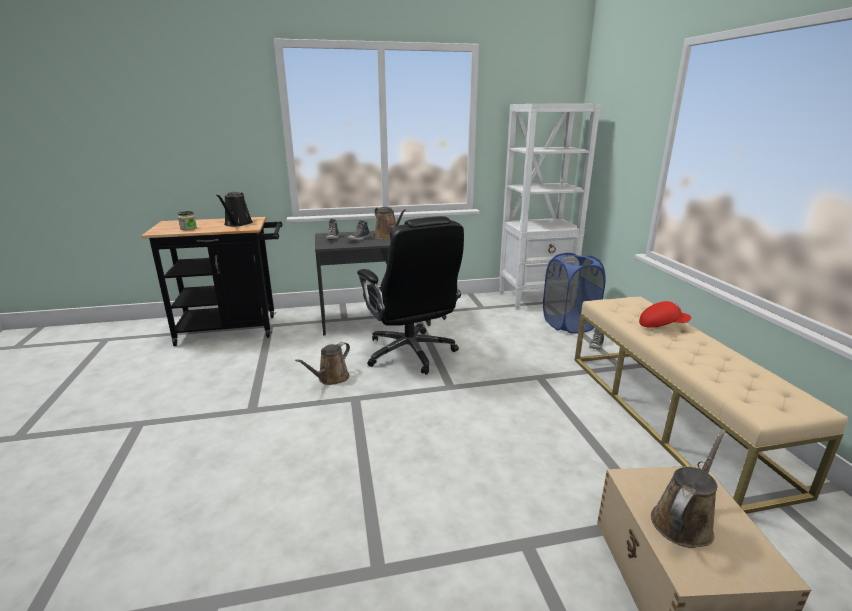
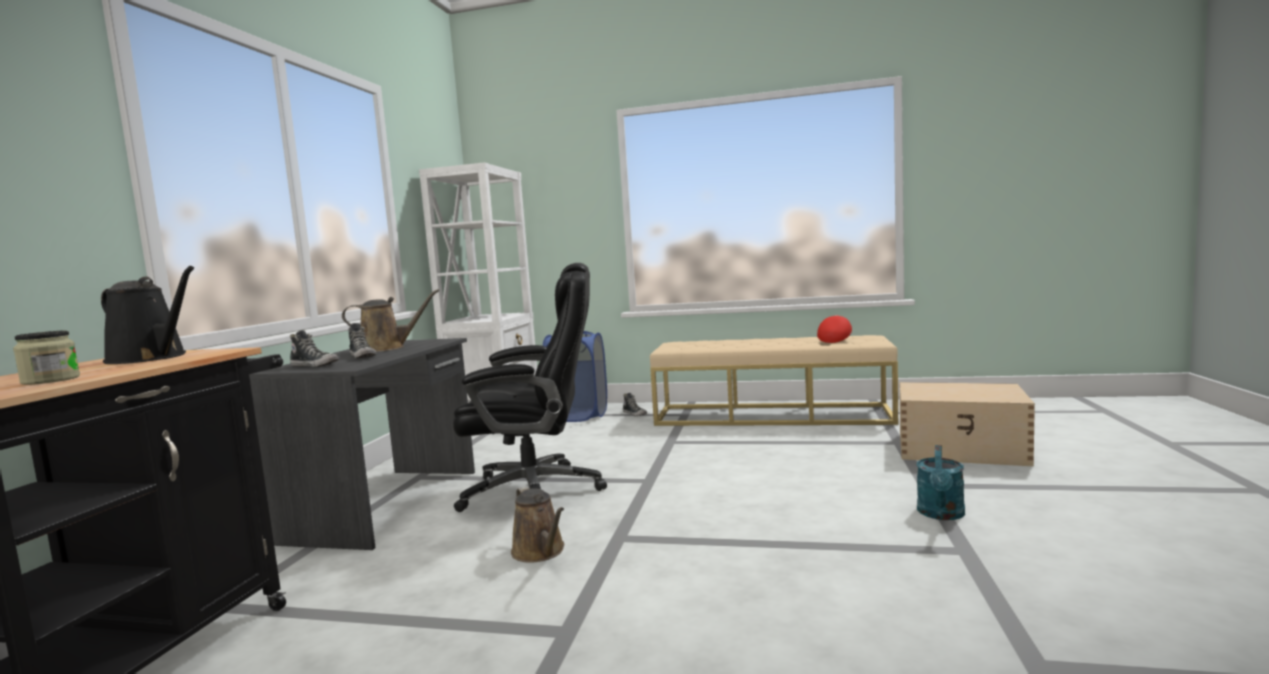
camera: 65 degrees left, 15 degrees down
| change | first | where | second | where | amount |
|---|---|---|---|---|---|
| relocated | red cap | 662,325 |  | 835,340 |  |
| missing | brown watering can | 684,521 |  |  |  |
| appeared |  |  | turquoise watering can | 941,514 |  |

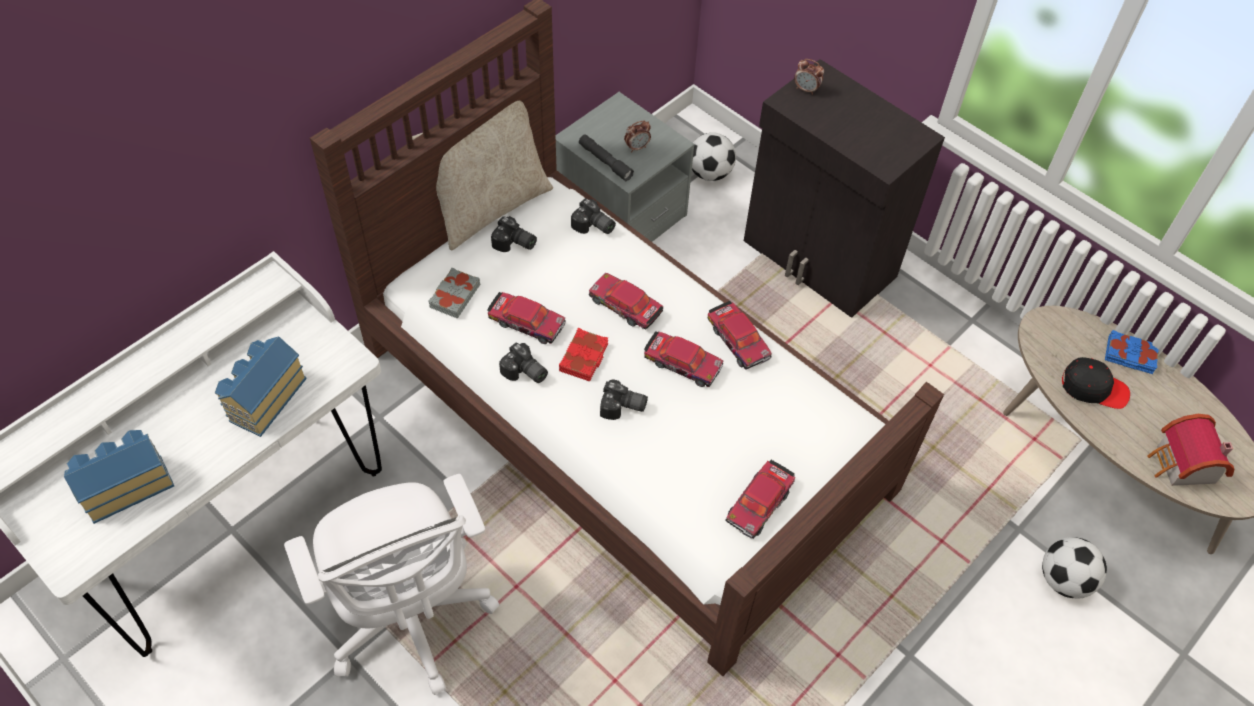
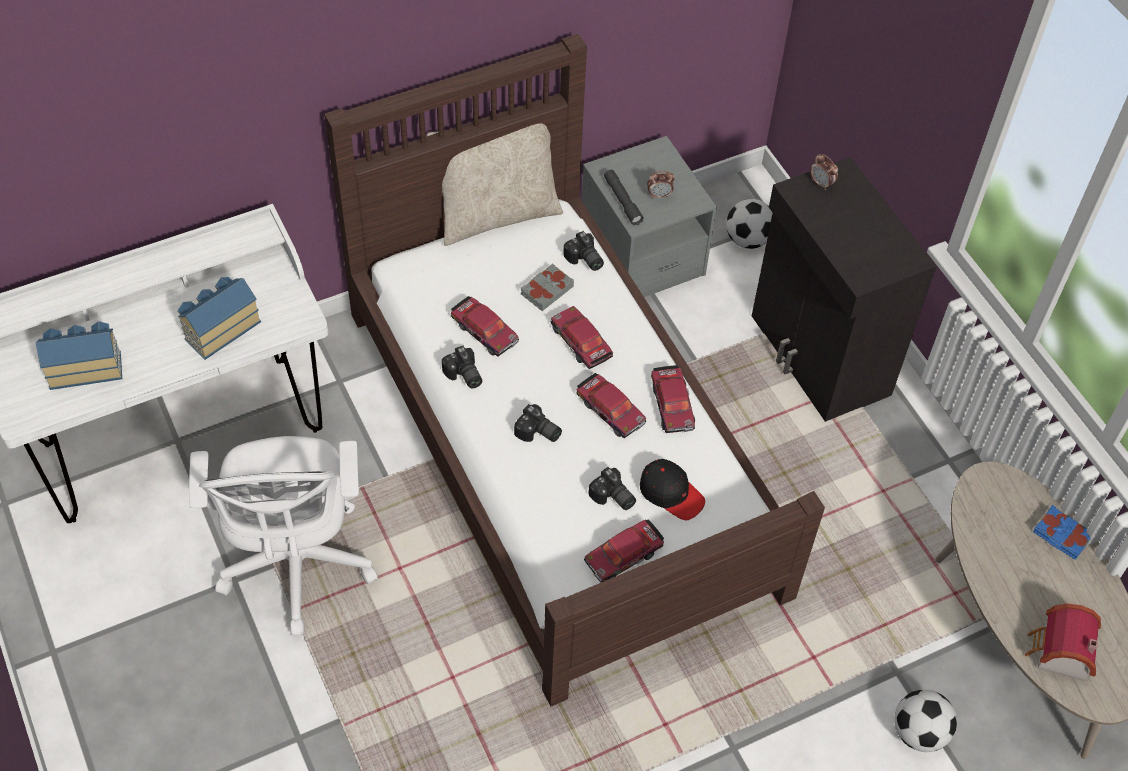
camera: 20 degrees right, 0 degrees up
| change | first | where | second | where | amount |
|---|---|---|---|---|---|
| relocated | grey book | 454,296 |  | 546,290 |  |
| relocated | photo camera | 514,244 |  | 612,498 |  |
| missing | red book | 584,358 |  |  |  |
| relocated | black cap | 1093,388 |  | 671,493 |  |

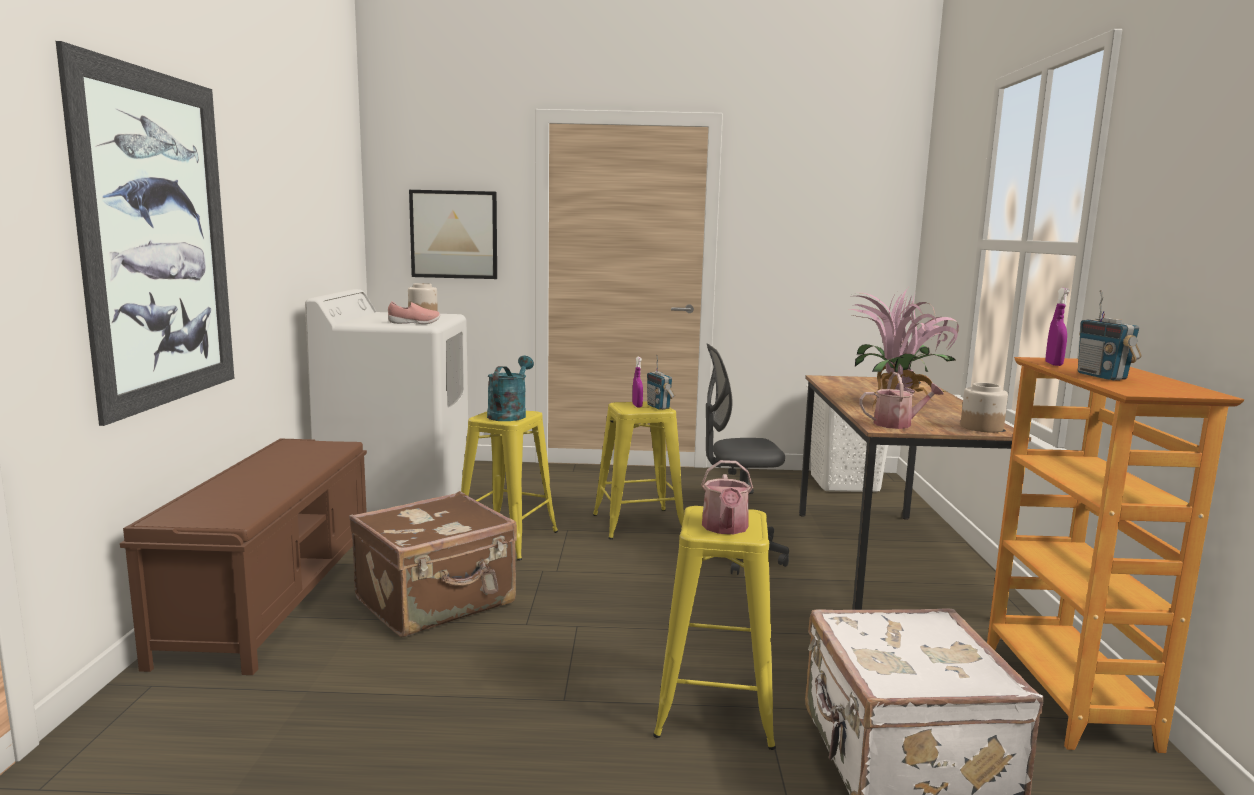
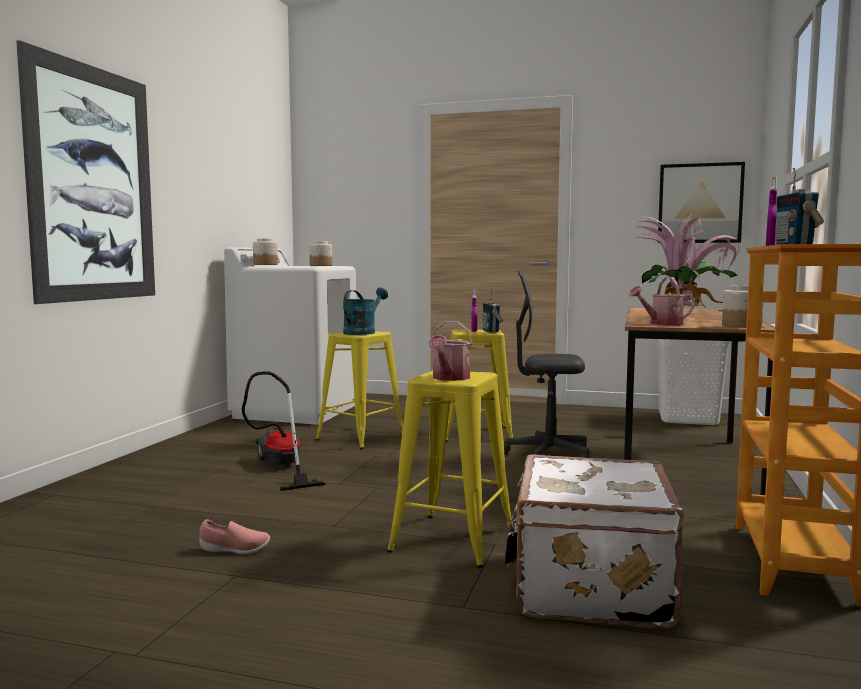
camera: 15 degrees right, 5 degrees down
| change | first | where | second | where | amount |
|---|---|---|---|---|---|
| missing | brown bench | 273,596 |  |  |  |
| exchanged | brown suitcase | 437,602 | vacuum cleaner | 280,467 |  |
| relocated | pink shoe | 414,323 |  | 234,550 |  |
| relocated | picture | 454,234 |  | 700,203 |  |
| spun | watering can | 898,424 |  | 662,324 | 150 degrees clockwise |
| appeared |  |  | jar | 265,265 |  |

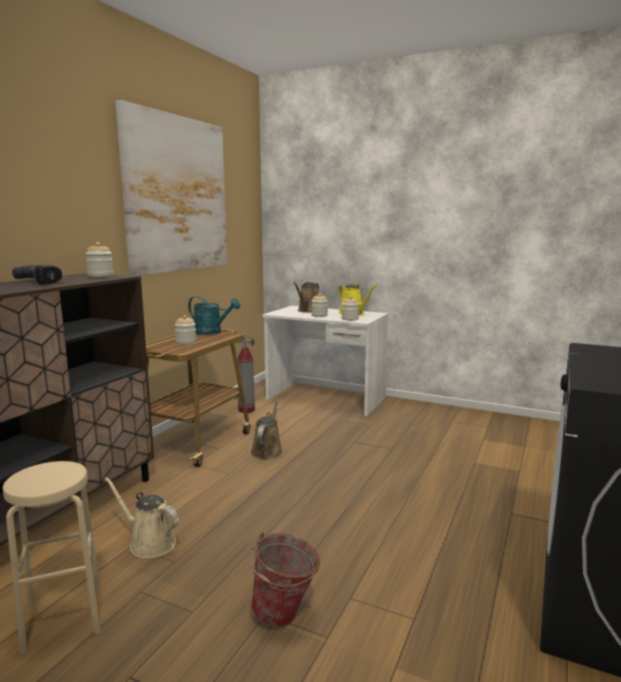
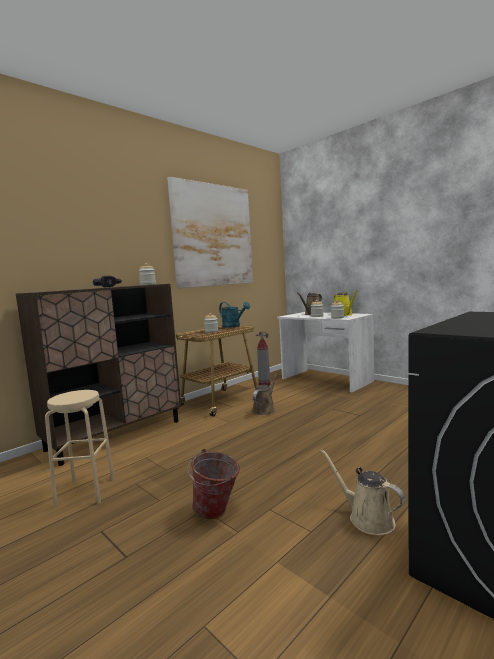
camera: 20 degrees right, 5 degrees down
| change | first | where | second | where | amount |
|---|---|---|---|---|---|
| relocated | beige watering can | 149,543 |  | 367,518 |  |

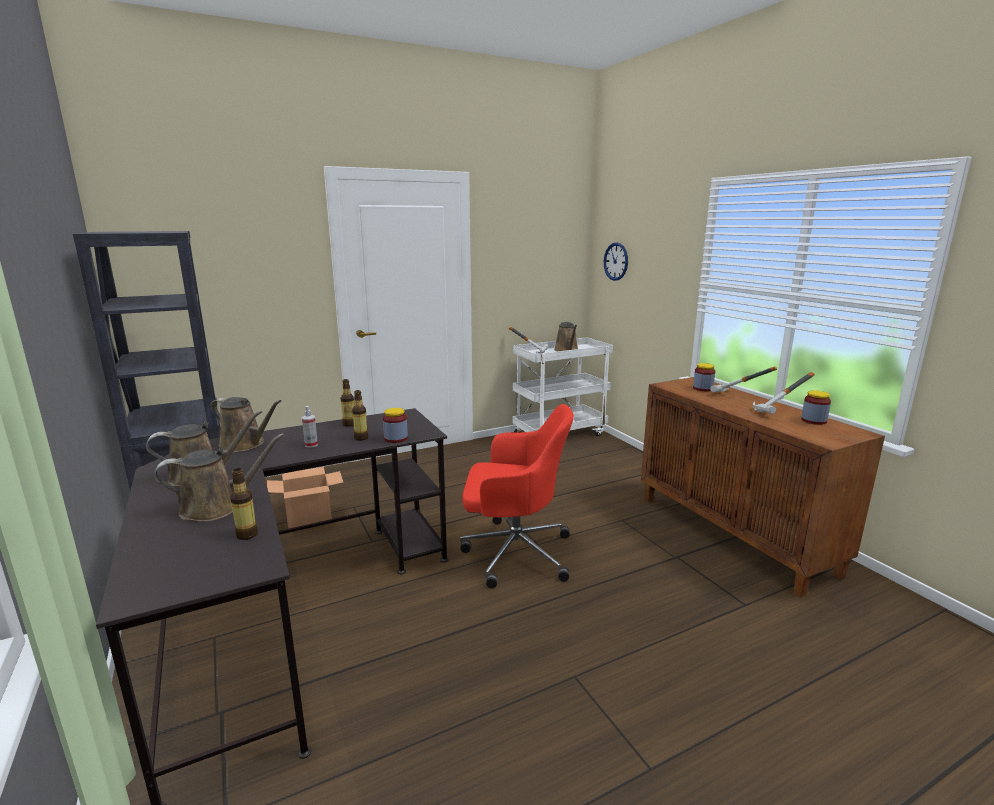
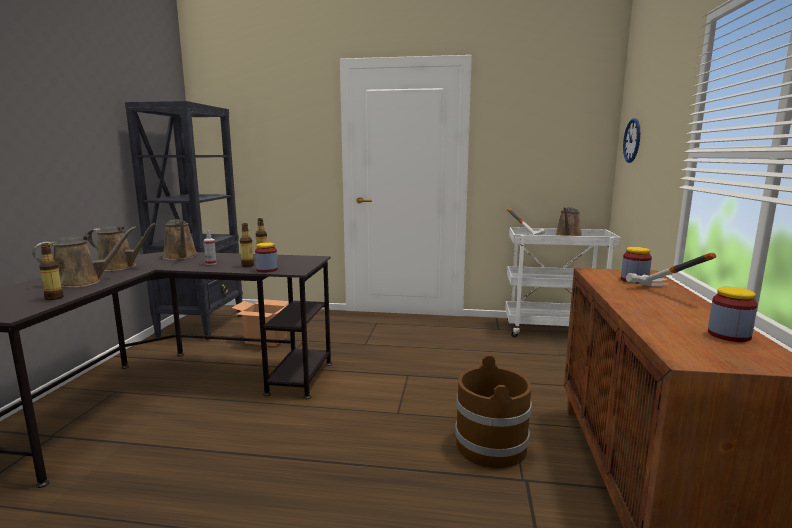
camera: 35 degrees right, 5 degrees down
| change | first | where | second | where | amount |
|---|---|---|---|---|---|
| spun | brown watering can | 217,507 |  | 82,282 | 45 degrees counterclockwise |
| missing | red office chair | 514,552 |  |  |  |
| missing | hammer | 782,413 |  |  |  |
| appeared |  |  | brown bucket | 491,446 |  |

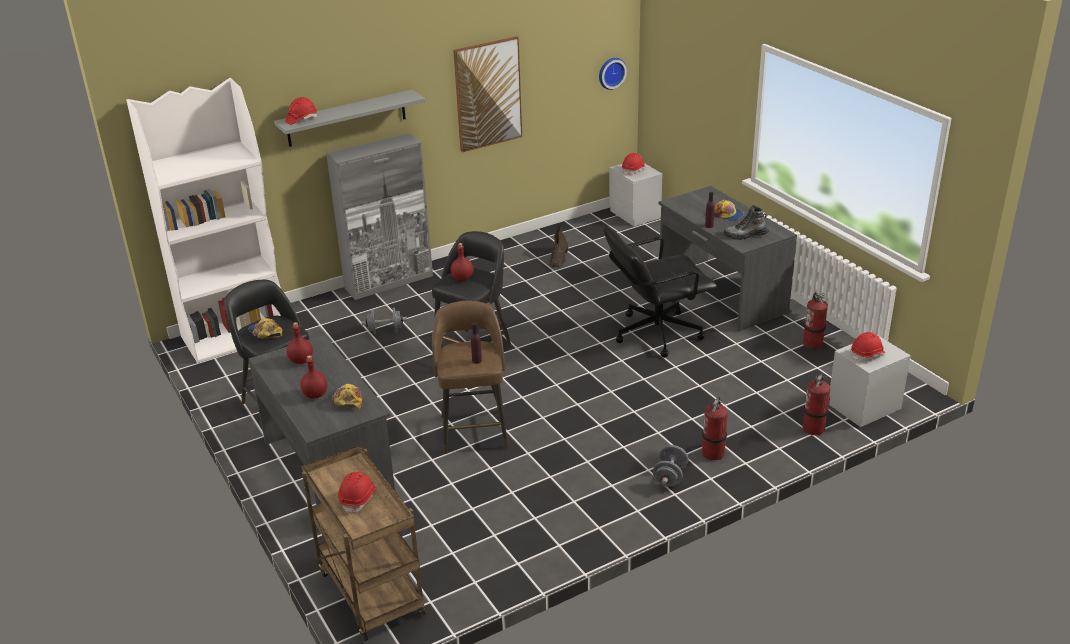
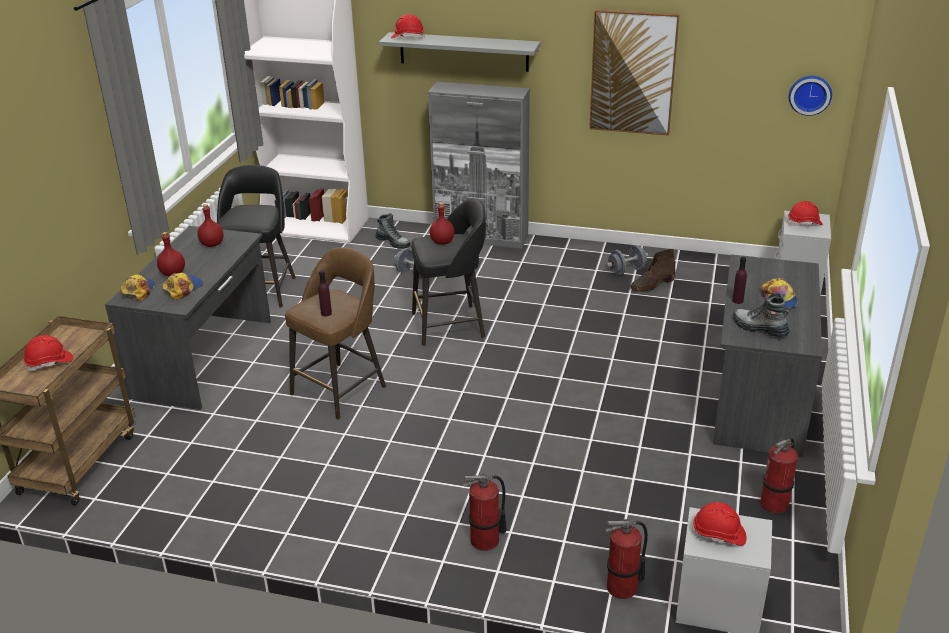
camera: 45 degrees right, 0 degrees up
| change | first | where | second | where | amount |
|---|---|---|---|---|---|
| relocated | cap | 265,332 |  | 138,290 |  |
| missing | black office chair | 656,333 |  |  |  |
| relocated | grey dumbbell | 670,477 |  | 626,271 |  |
| appeared |  |  | boot | 393,243 |  |

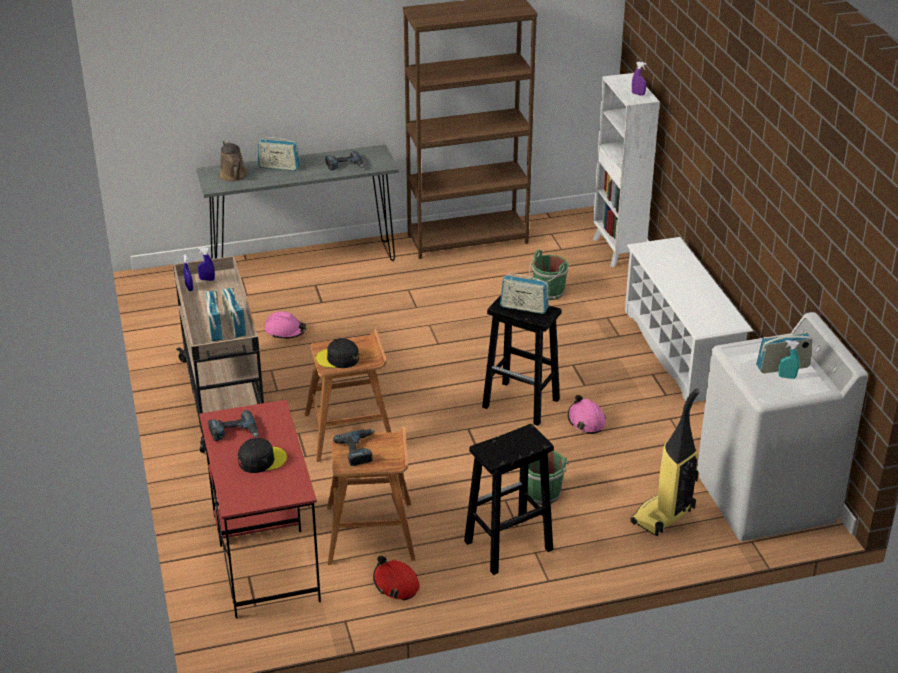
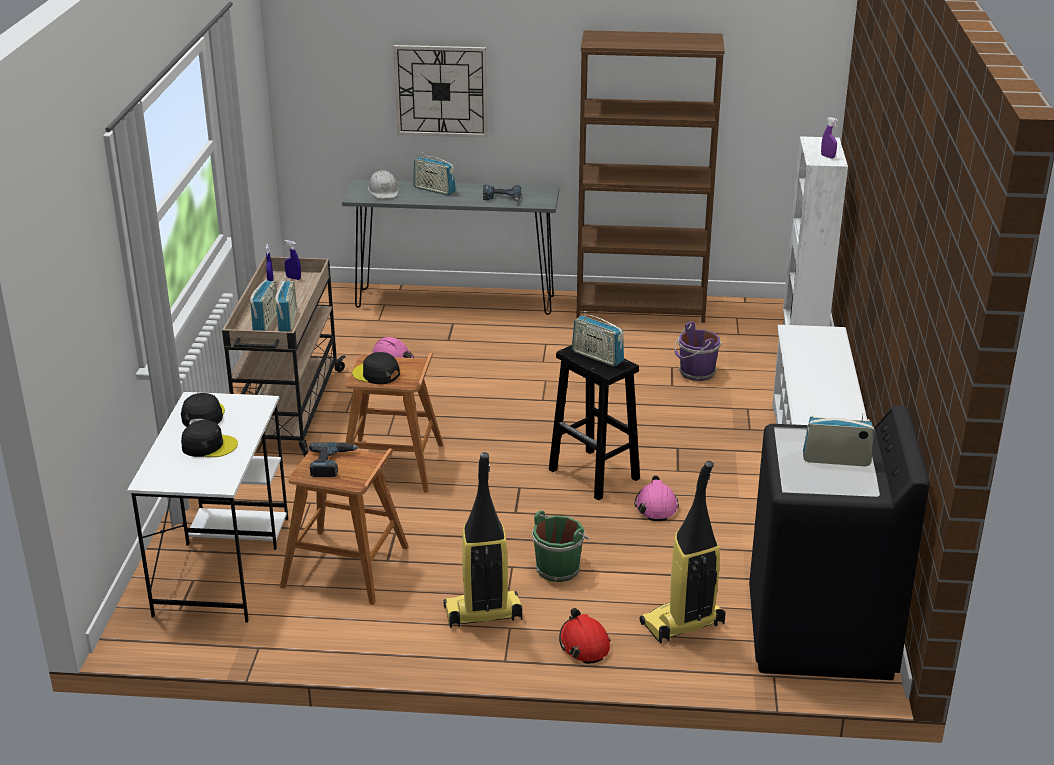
camera: 20 degrees right, 5 degrees down
| change | first | where | second | where | amount |
|---|---|---|---|---|---|
| colour | red desk | 265,555 | white desk | 223,564 |  |
| exchanged | power drill | 234,432 | black cap | 203,415 |  |
| exchanged | brown watering can | 234,176 | white hard hat | 383,191 |  |
| relocated | red hard hat | 396,584 |  | 584,644 |  |
| exchanged | black stool | 507,546 | vacuum cleaner | 482,614 |  |
| colour | green bucket | 548,292 | purple bucket | 695,373 |  |
| colour | white washing machine | 767,499 | black washing machine | 821,634 |  |
| missing | turquoise spray bottle | 787,377 |  |  |  |
| appeared |  |  | wall clock | 441,91 |  |

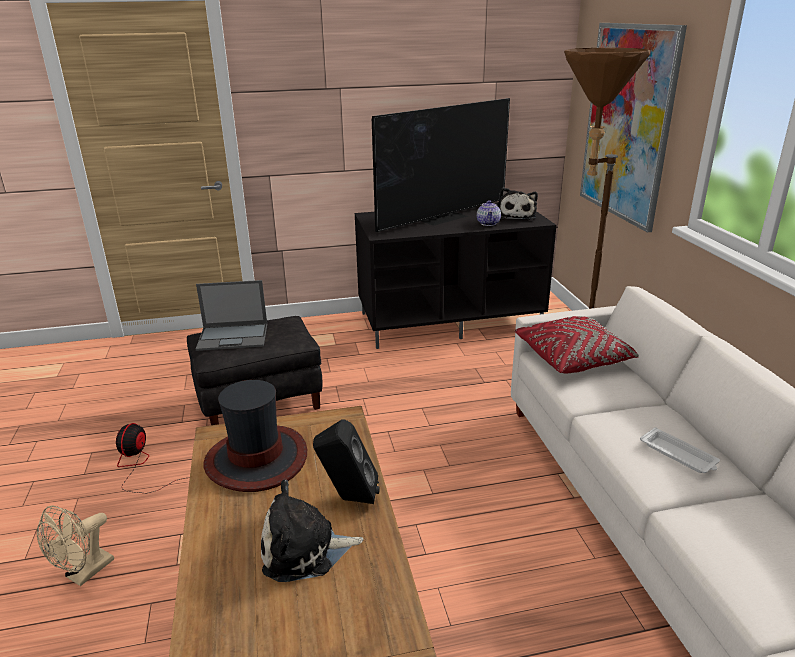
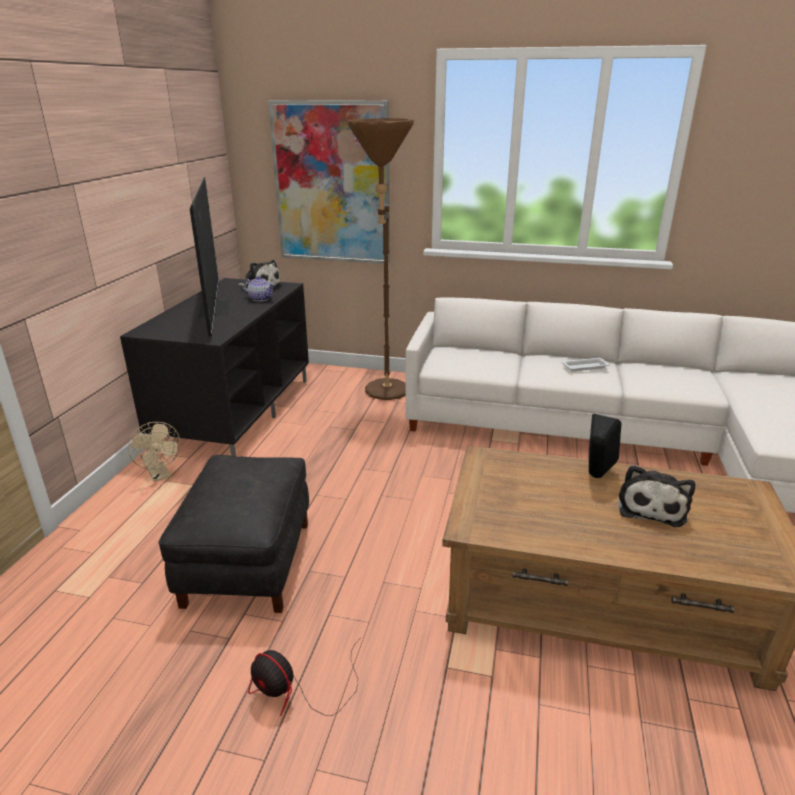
camera: 65 degrees left, 0 degrees up
| change | first | where | second | where | amount |
|---|---|---|---|---|---|
| relocated | beige fan | 84,574 |  | 160,475 |  |
| missing | laptop | 234,337 |  |  |  |
| missing | hat | 257,459 |  |  |  |
| missing | red pillow | 574,358 |  |  |  |

